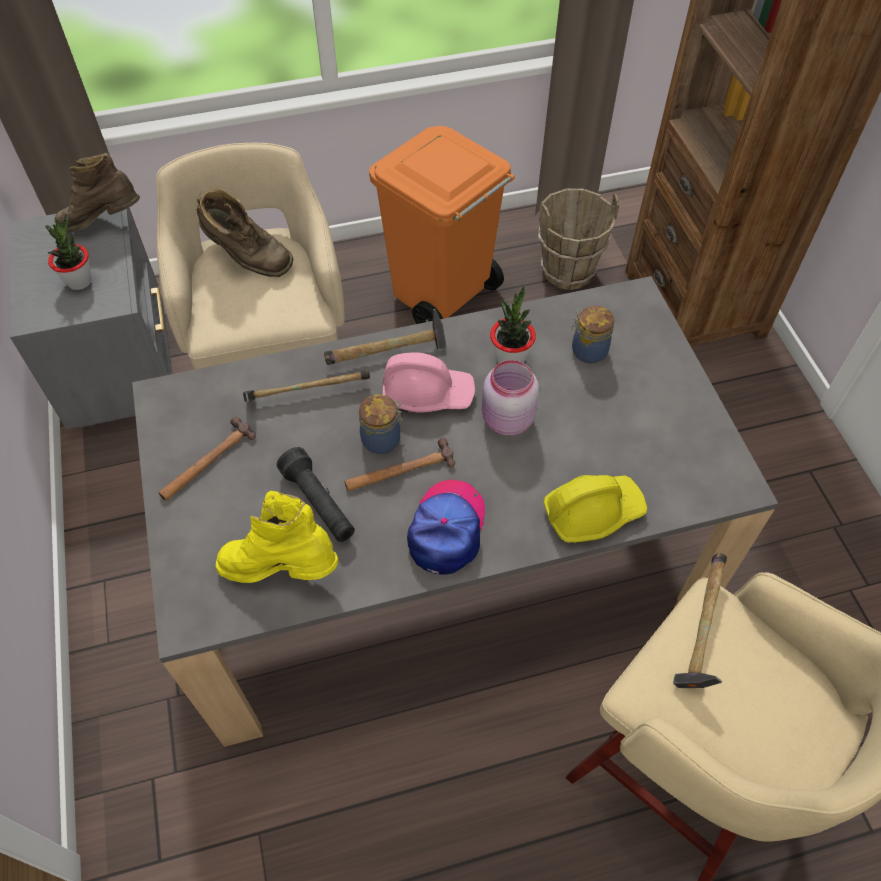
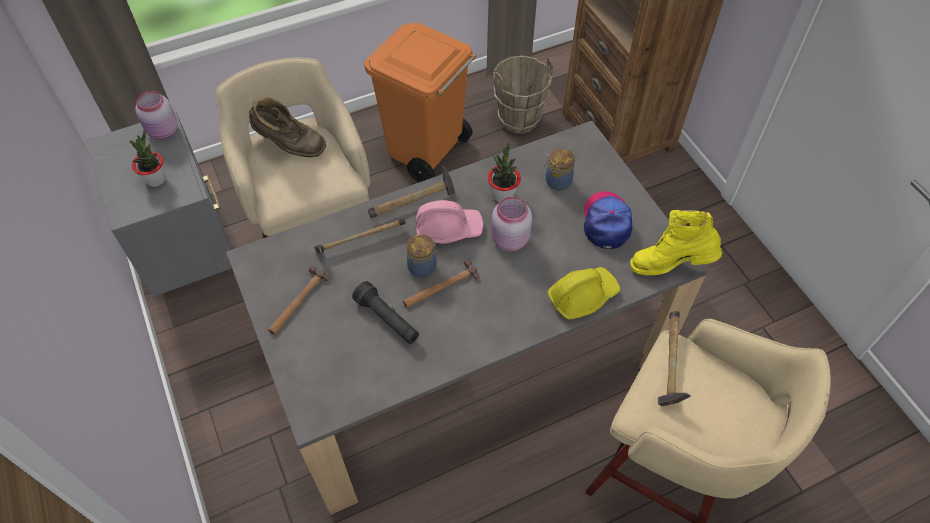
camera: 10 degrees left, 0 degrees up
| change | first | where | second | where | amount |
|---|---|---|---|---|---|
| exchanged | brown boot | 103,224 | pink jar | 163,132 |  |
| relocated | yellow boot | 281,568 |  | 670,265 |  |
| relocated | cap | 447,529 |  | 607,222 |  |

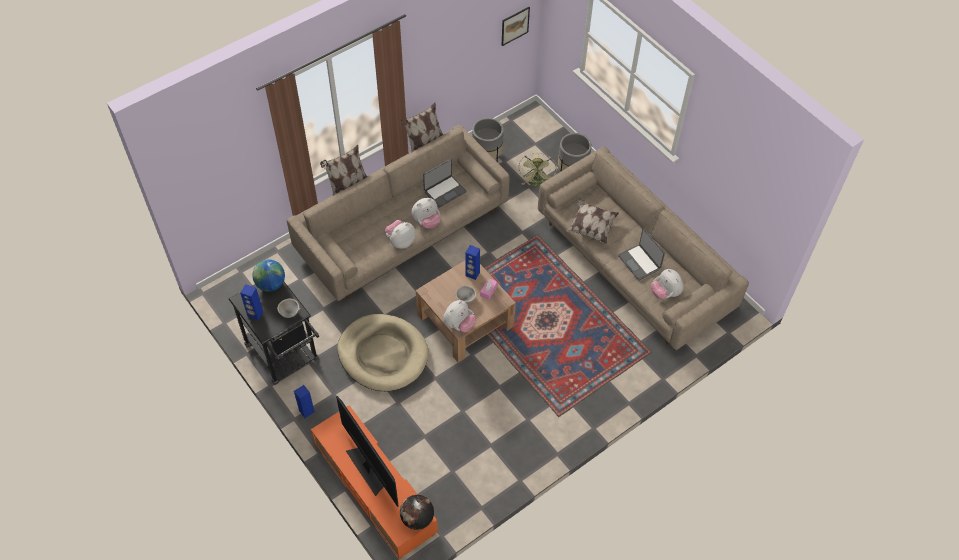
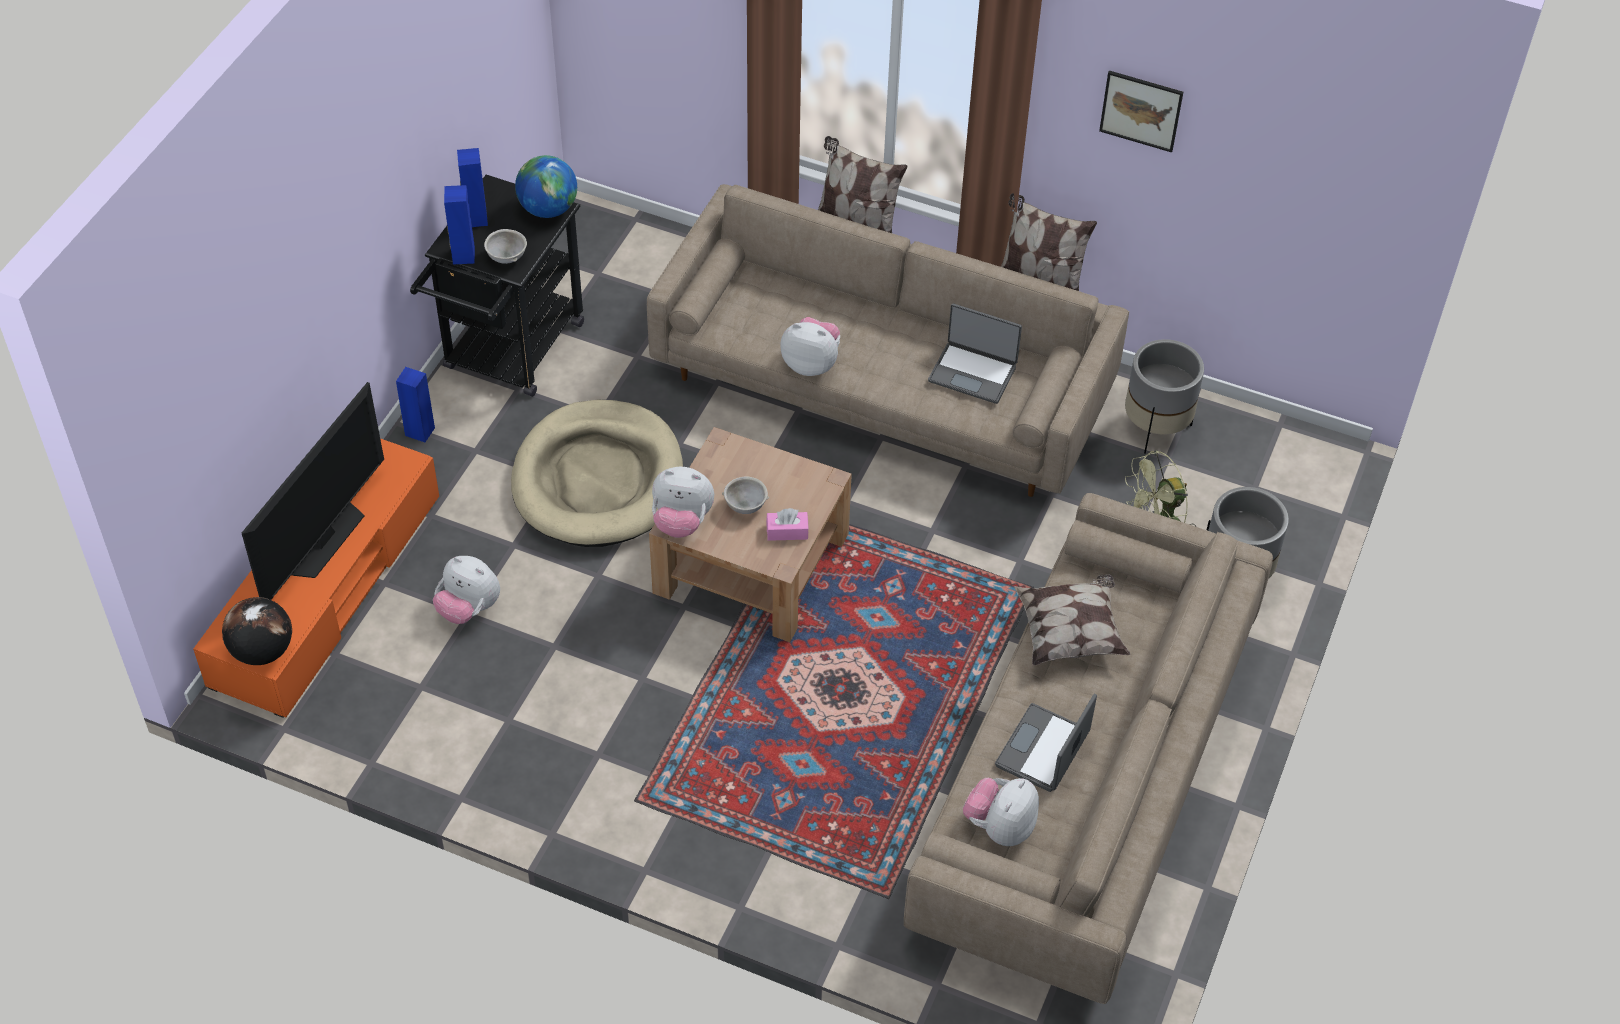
camera: 60 degrees right, 5 degrees down
| change | first | where | second | where | amount |
|---|---|---|---|---|---|
| relocated | plush toy | 426,221 |  | 469,608 |  |
| relocated | blue speaker | 472,274 |  | 463,255 |  |
| relocated | picture | 515,26 |  | 1141,110 |  |

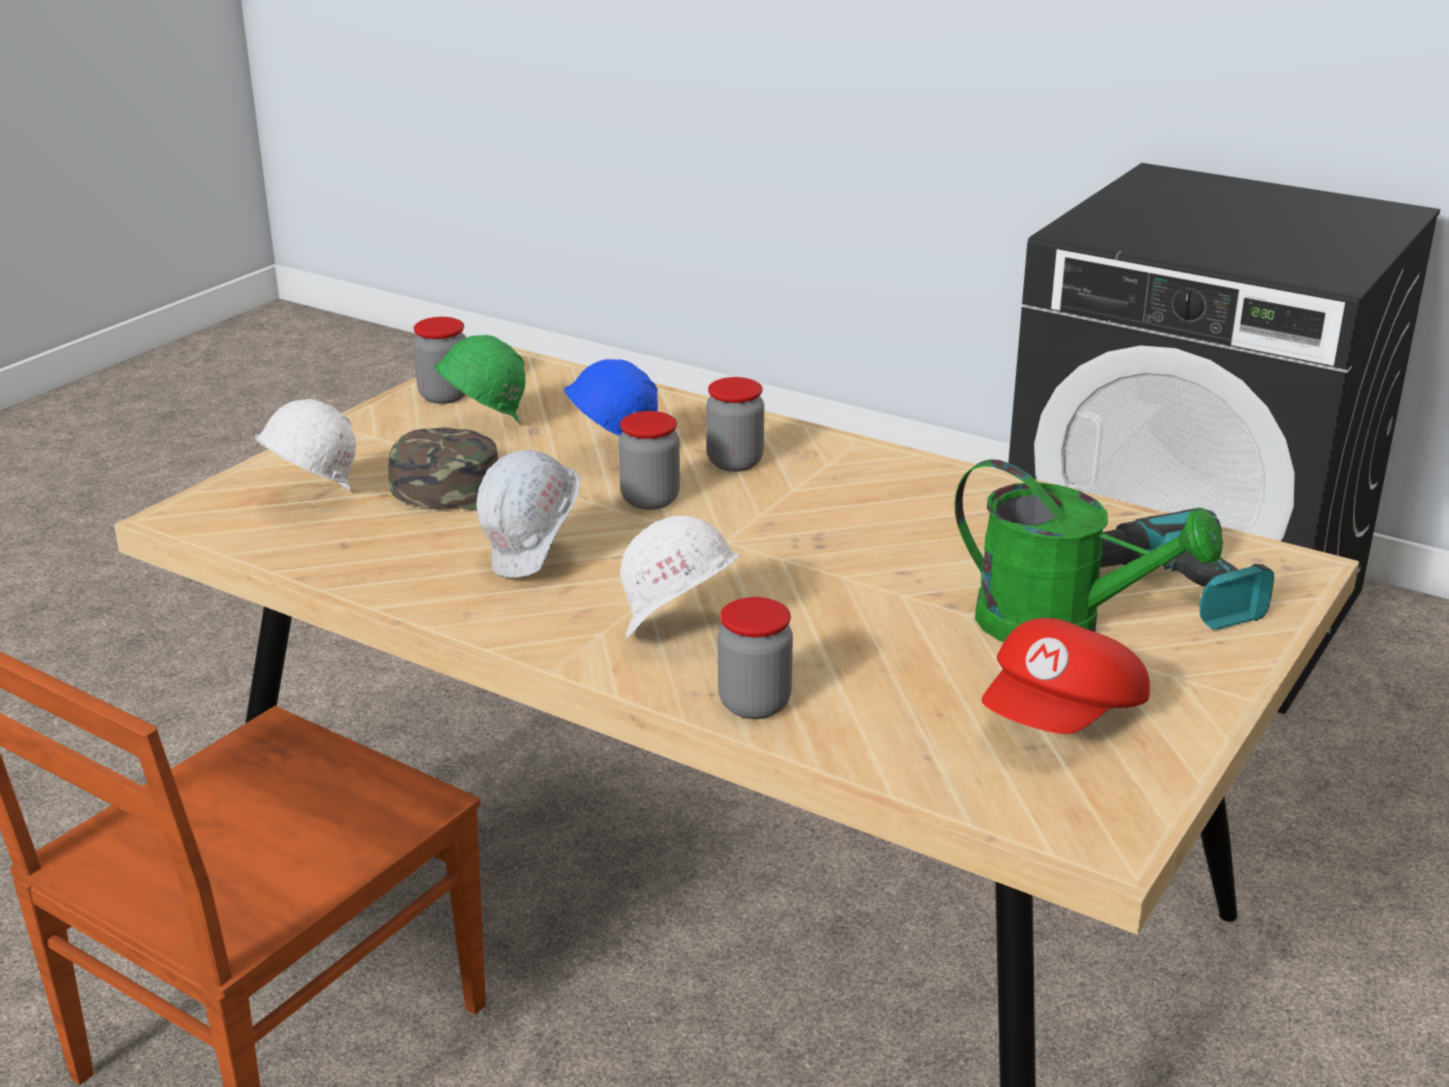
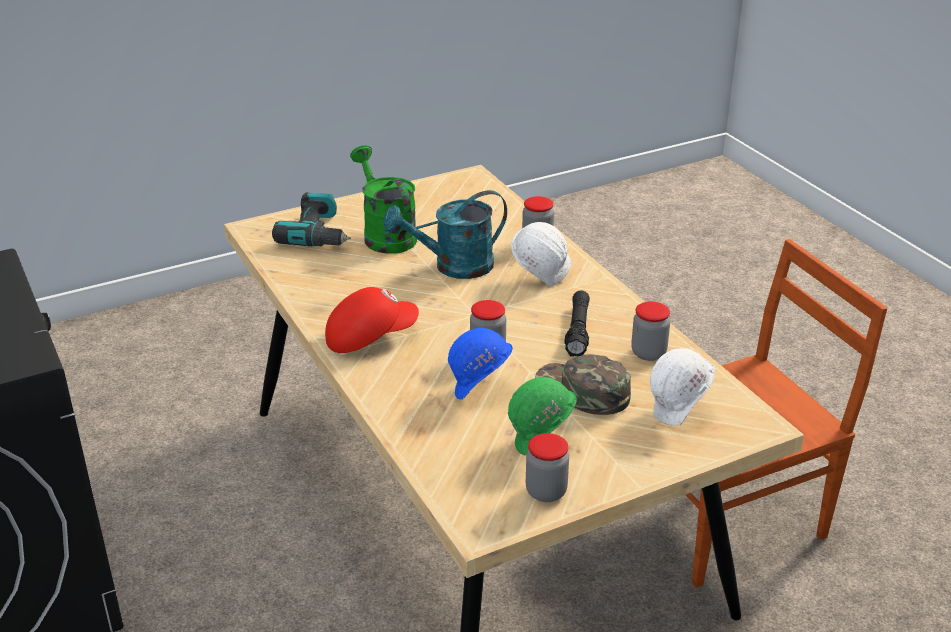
camera: 150 degrees left, 5 degrees up
| change | first | where | second | where | amount |
|---|---|---|---|---|---|
| exchanged | white hard hat | 534,563 | black flashlight | 578,331 |  |
| relocated | jar | 735,462 |  | 648,353 |  |
| relocated | red cap | 1063,718 |  | 370,336 |  |
| appeared |  |  | turquoise watering can | 453,267 |  |

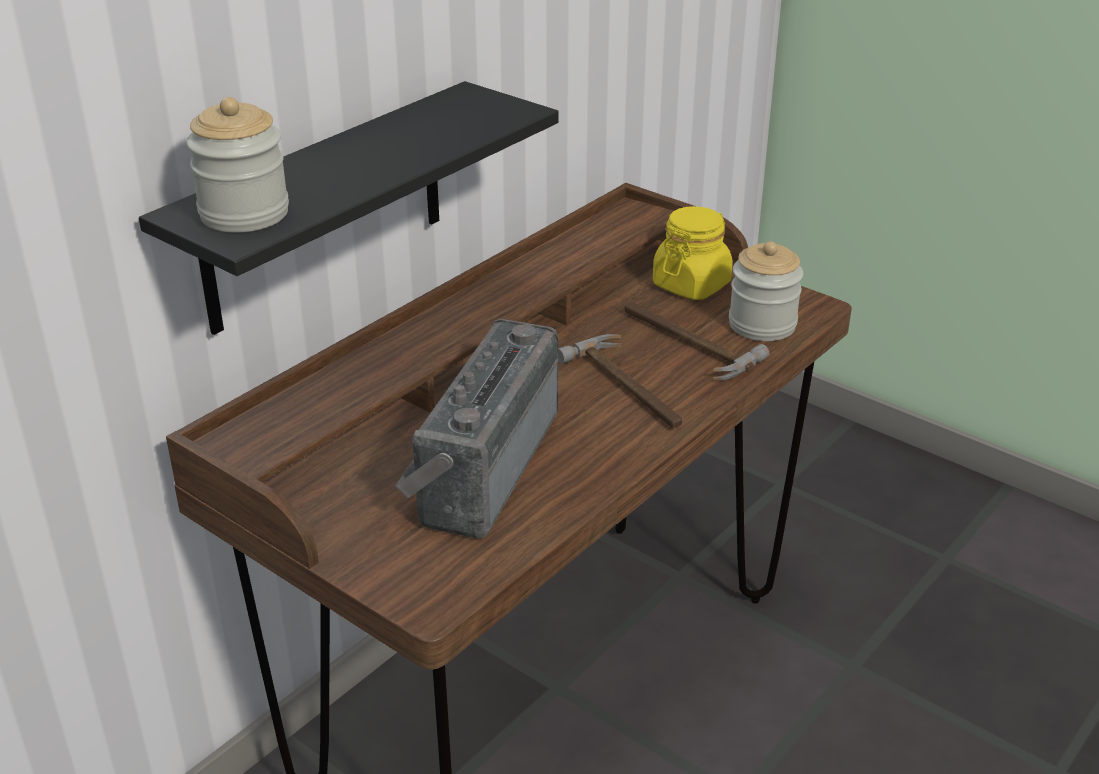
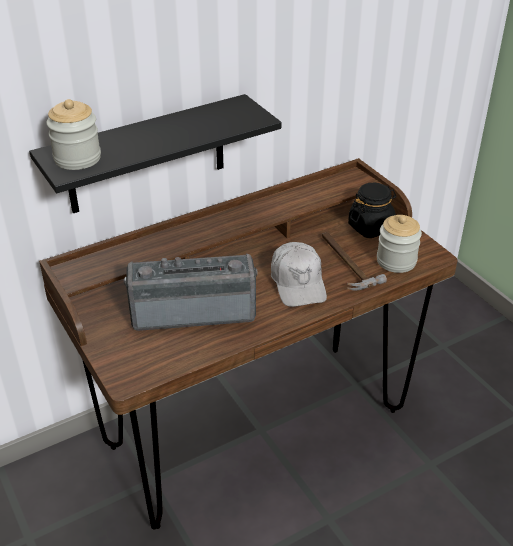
camera: 20 degrees right, 5 degrees up
| change | first | where | second | where | amount |
|---|---|---|---|---|---|
| spun | radio | 480,466 |  | 193,310 | 45 degrees clockwise |
| exchanged | hammer | 629,387 | white cap | 298,283 |  |
| colour | yellow jar | 691,284 | black jar | 371,227 |  |

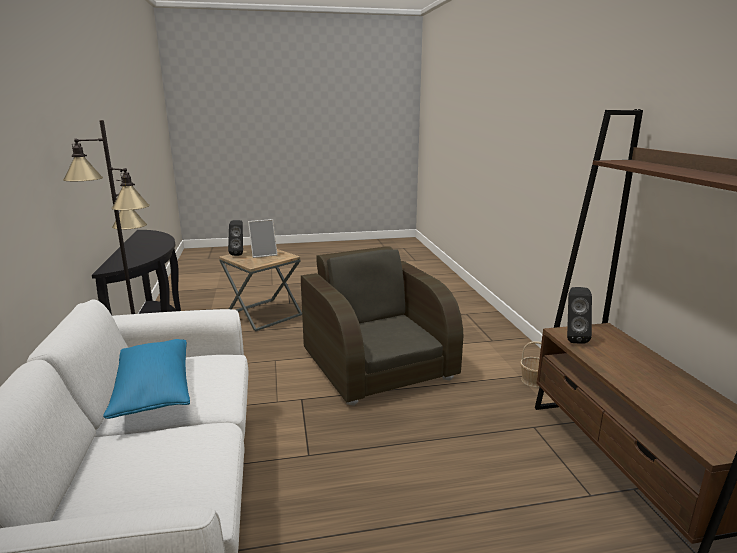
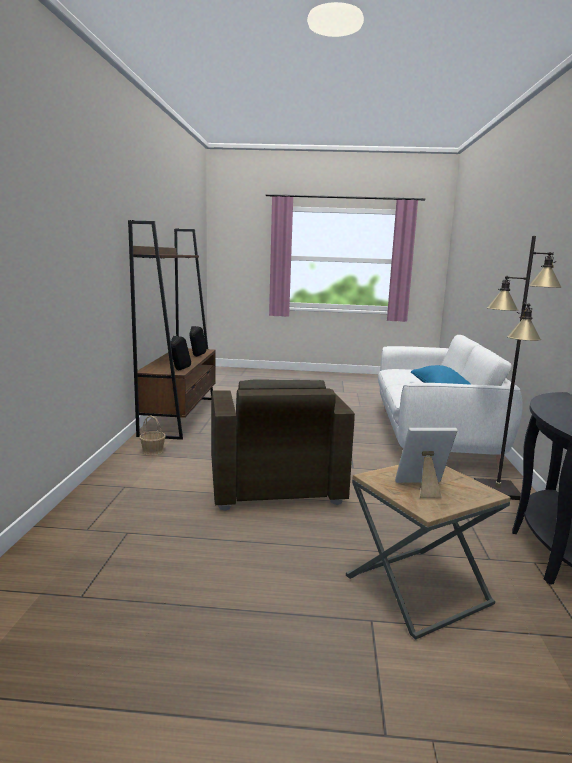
camera: 165 degrees left, 5 degrees down
| change | first | where | second | where | amount |
|---|---|---|---|---|---|
| relocated | black speaker | 238,254 |  | 196,356 |  |

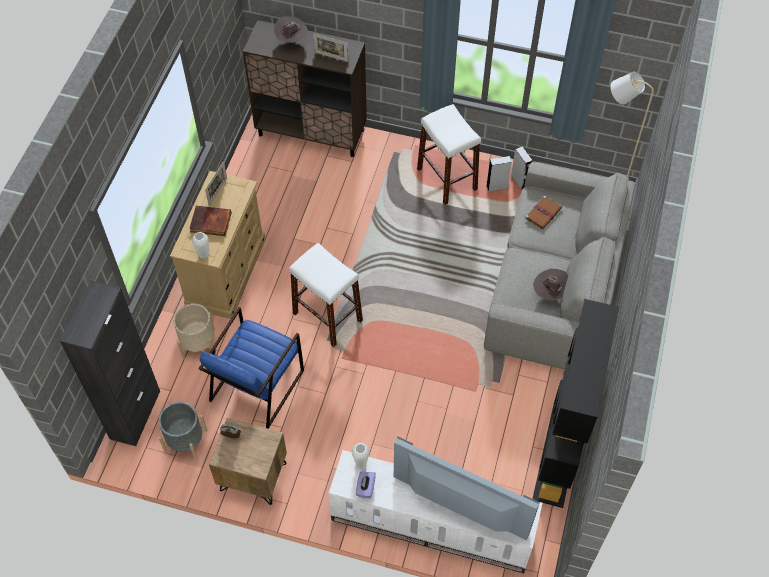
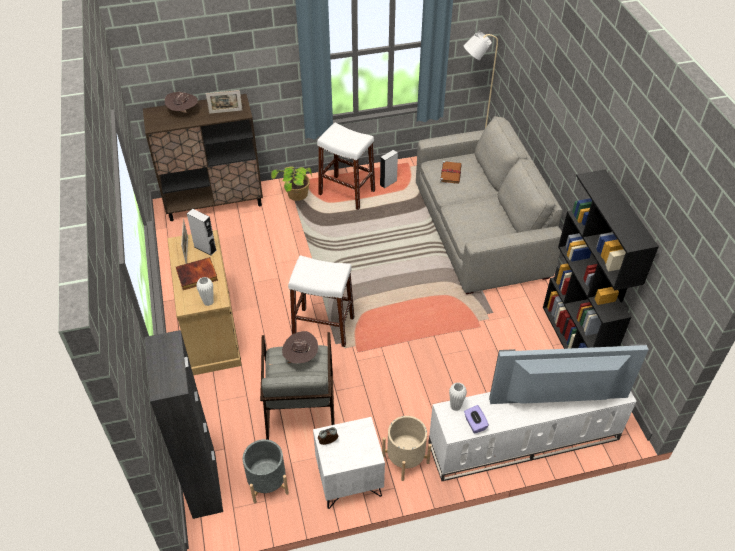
camera: 30 degrees left, 10 degrees down
| change | first | where | second | where | amount |
|---|---|---|---|---|---|
| relocated | beige planter | 198,343 |  | 405,459 |  |
| colour | blue armchair | 256,385 | grey armchair | 300,407 |  |
| colour | brown nightstand | 253,477 | white nightstand | 349,482 |  |
| relocated | grey speaker | 519,181 |  | 205,248 |  |
| relocated | brown hat | 549,292 |  | 300,357 |  |
| appeared |  |  | potted plant | 295,201 |  |

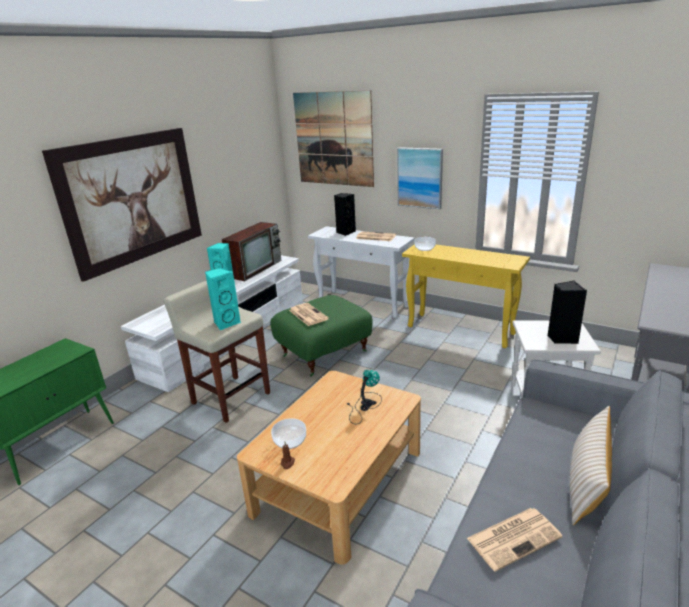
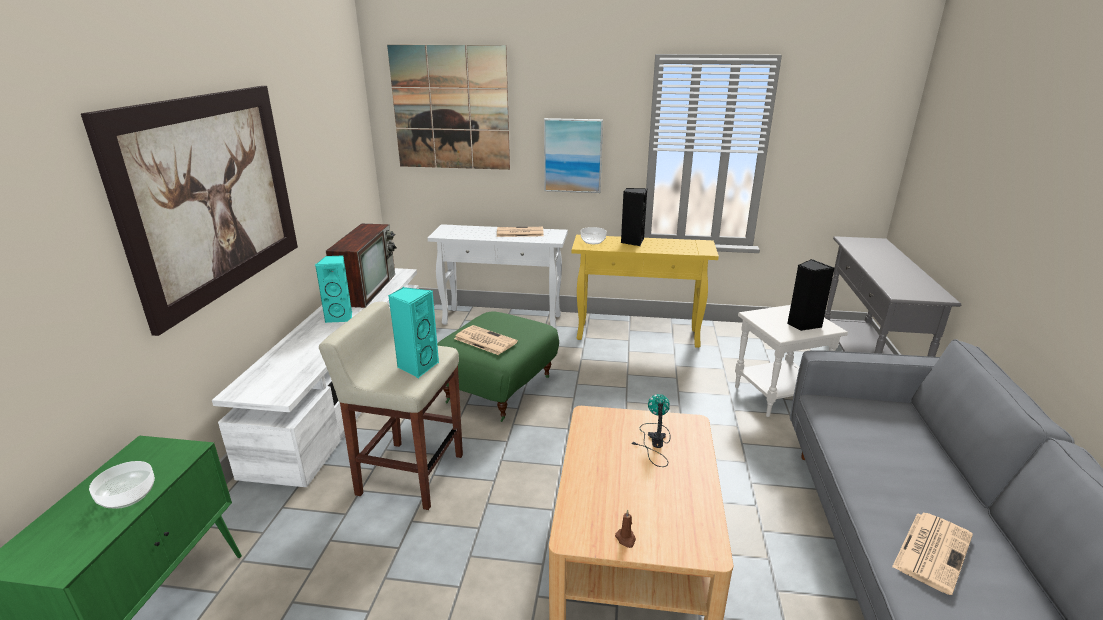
camera: 25 degrees left, 0 degrees up
| change | first | where | second | where | amount |
|---|---|---|---|---|---|
| relocated | bowl | 290,440 |  | 128,495 |  |
| relocated | black speaker | 345,232 |  | 632,241 |  |
| missing | beige pillow | 586,482 |  |  |  |

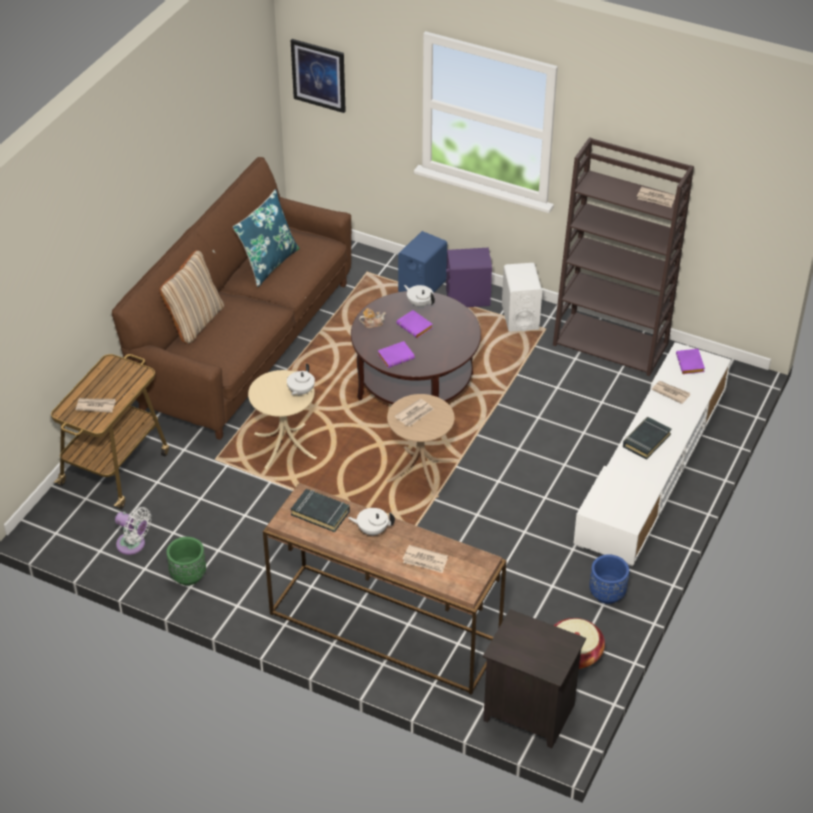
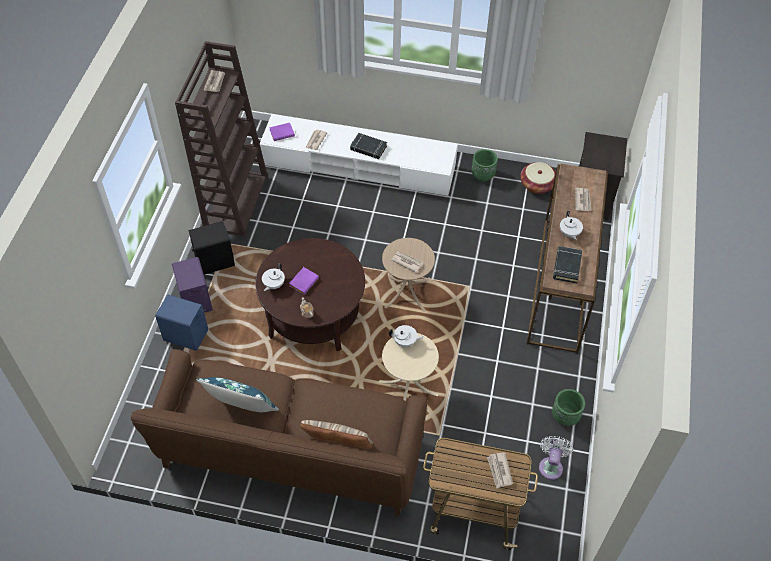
camera: 105 degrees left, 10 degrees up
| change | first | where | second | where | amount |
|---|---|---|---|---|---|
| missing | picture | 319,75 |  |  |  |
| missing | purple book | 396,356 |  |  |  |
| colour | white speaker | 520,317 | black speaker | 214,261 |  |
| colour | blue planter | 607,594 | green planter | 483,175 |  |

